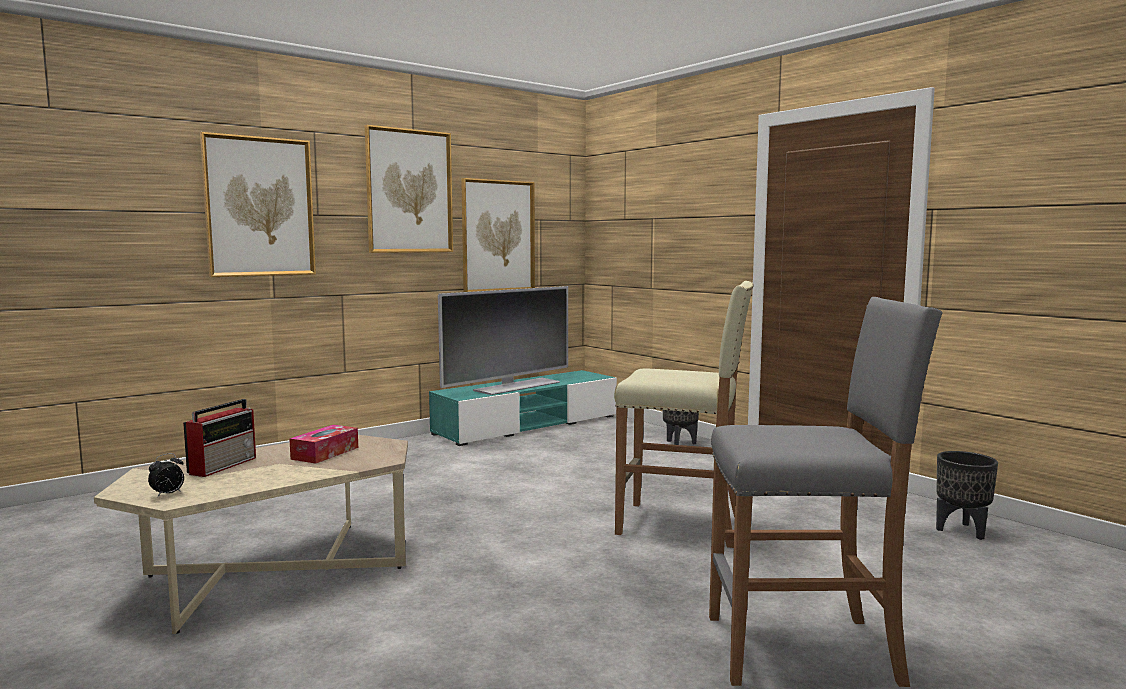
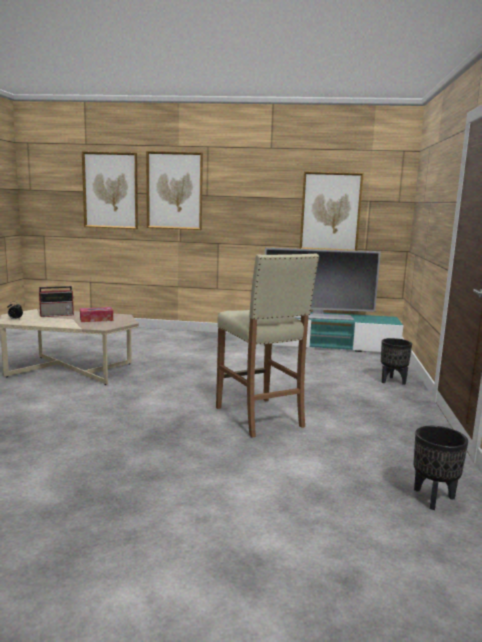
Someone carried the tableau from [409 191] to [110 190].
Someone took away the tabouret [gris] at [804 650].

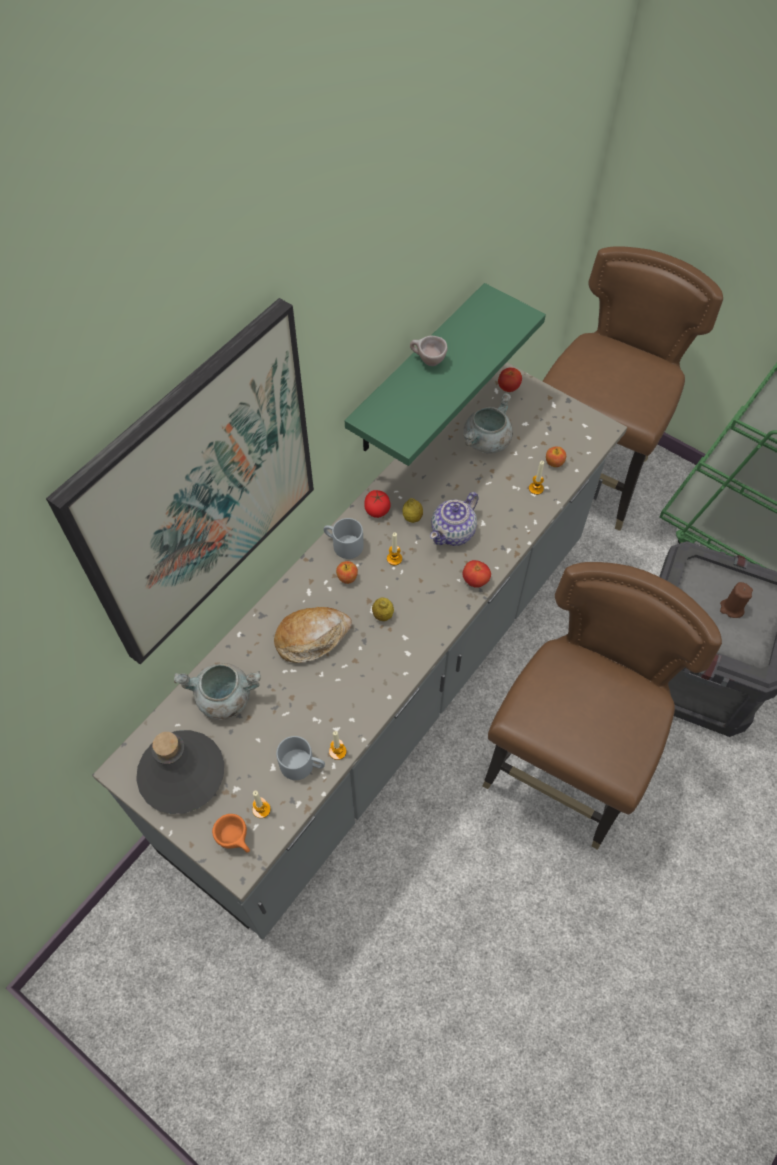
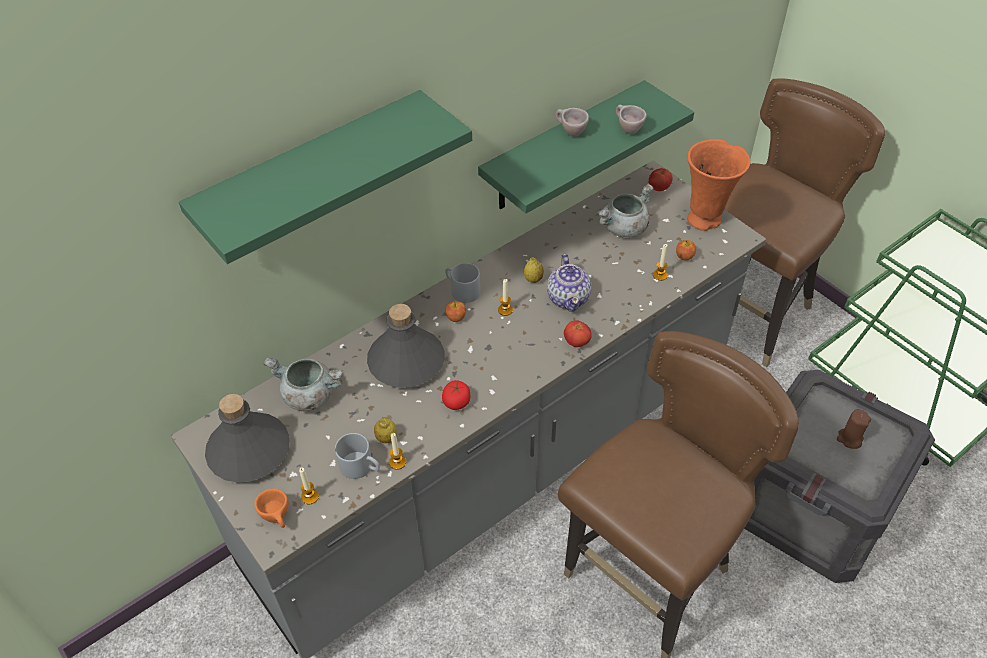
Someone swapped the tableau at [199 489] for the étagère [vert] at [312 175].
Someone swapped the pain at [312 638] for the bouteille [gris] at [407 361].
Someone carried the tomate from [377 509] to [456 401].
Someone carried the citron from [382 615] to [386 438].
Someone rotated the théière at [453 532] by 60 degrees counterclockwise.
Someone put down the tasse [beige] at [627 129].
Someone put down the vase [orange] at [705 220].

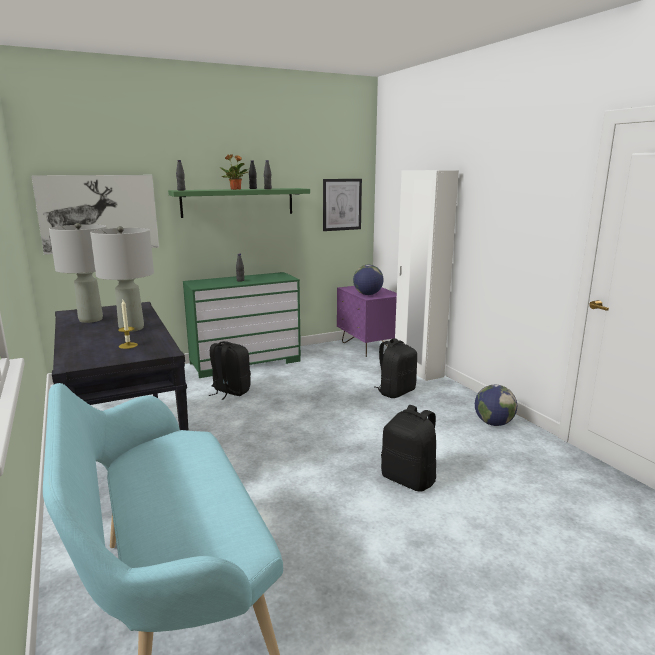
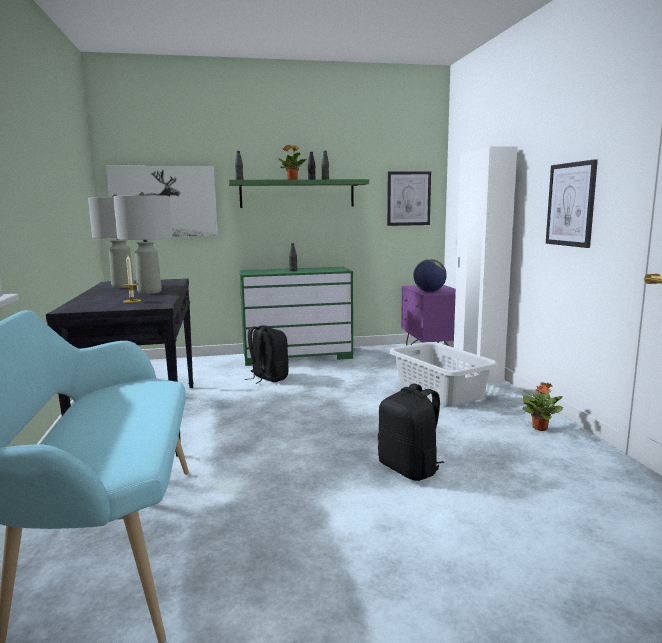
Someone swapped the sac à dos [noir] at [396 392] for the panier à linge [gris] at [440 391].
Someone swapped the globe at [493 423] for the plante en pot at [540 428].
Someone put up the tableau at [571 204].

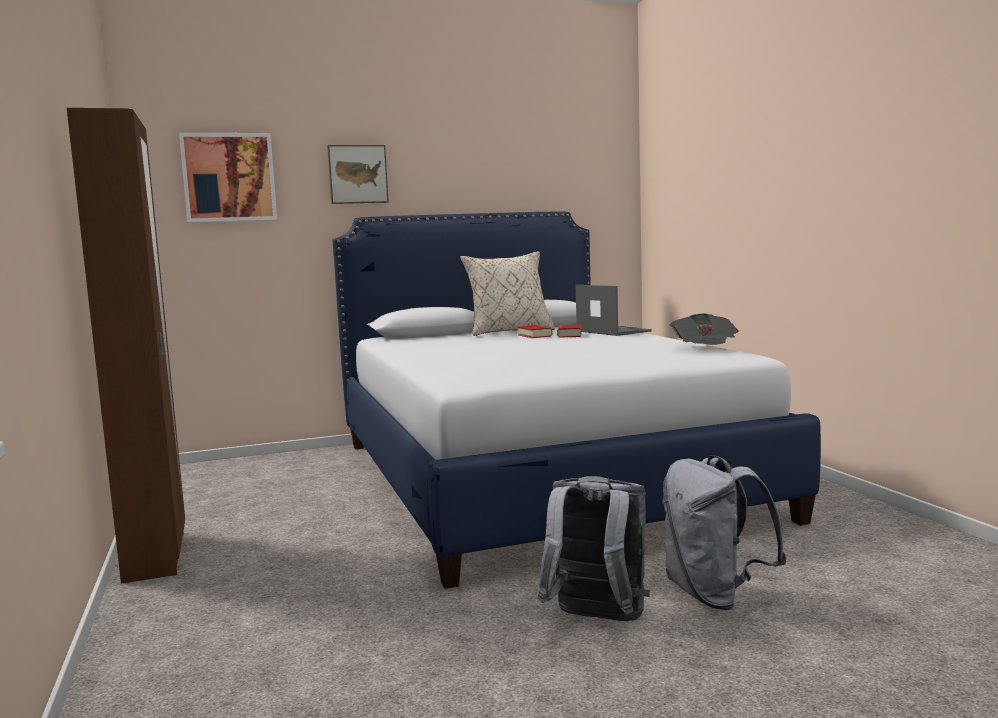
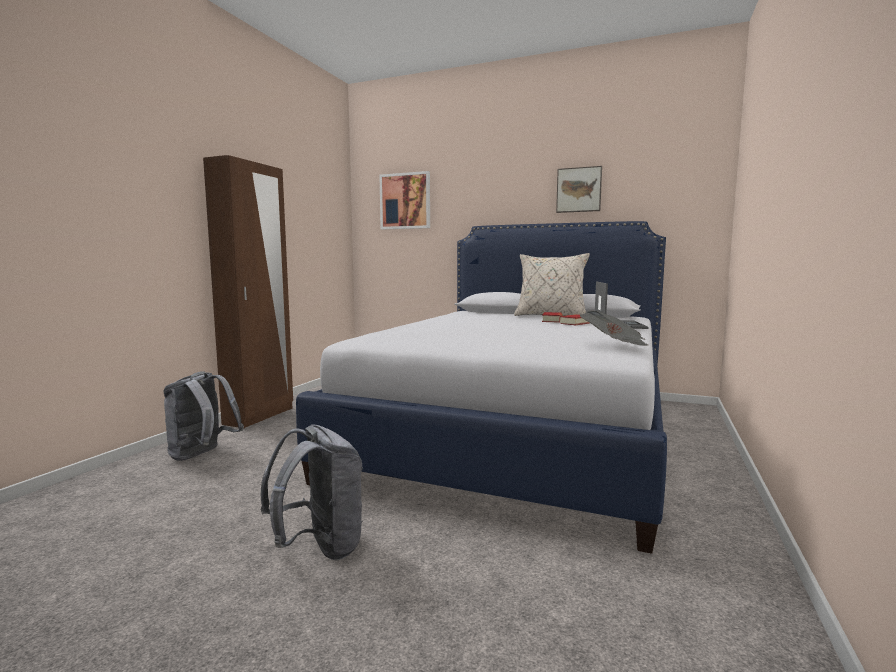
Someone carried the tableau from [357 174] to [579 190].
Someone carried the sac à dos [gris] from [715 595] to [202 455].

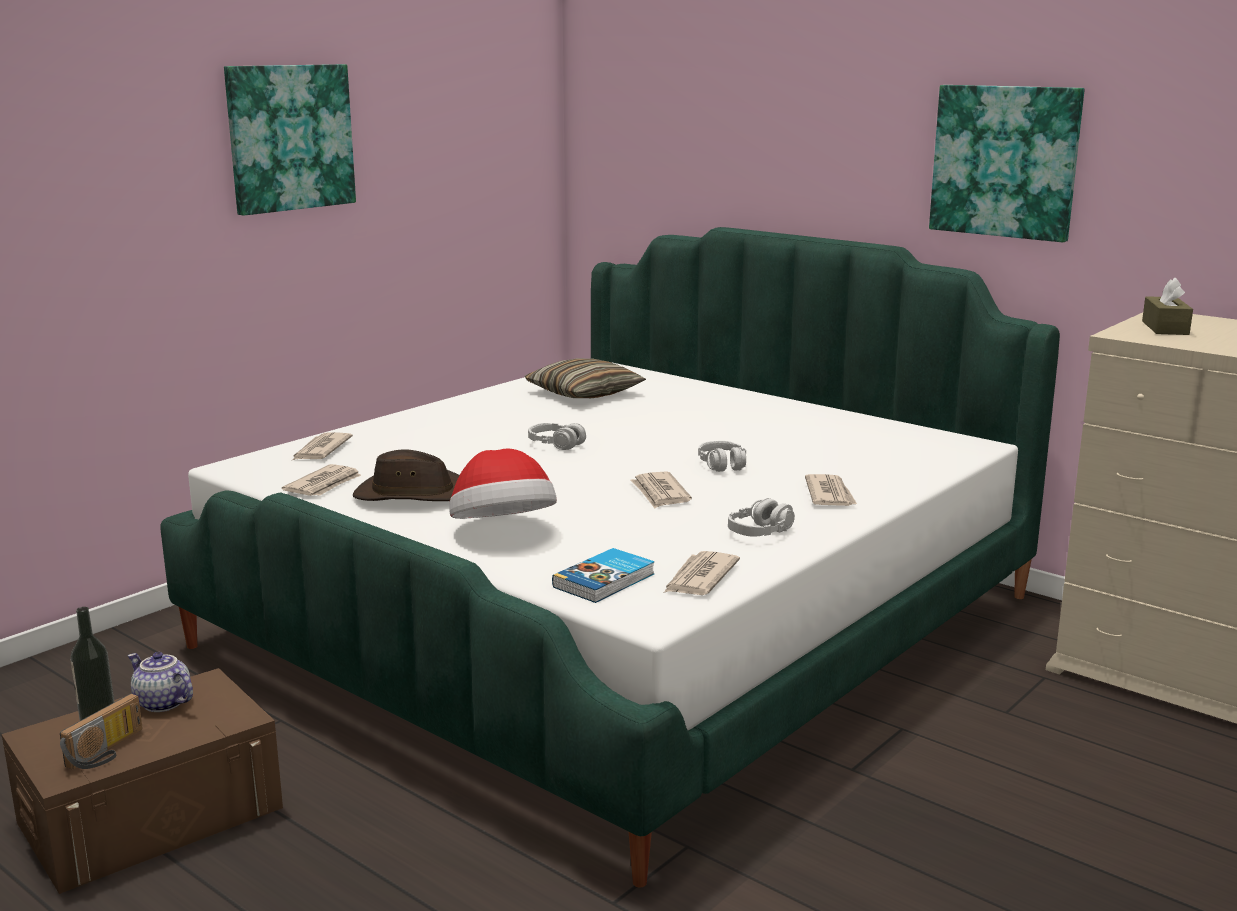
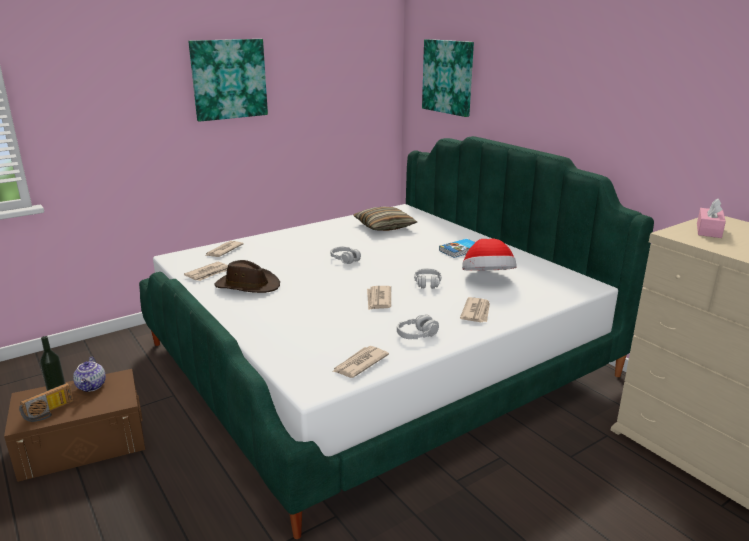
Someone rotated the théière at [161 703] by 150 degrees counterclockwise.
Someone carried the chapeau from [503 531] to [487 278].
Someone carried the livre from [606 580] to [460 250].
Someone carried the tableau from [1005 161] to [448 77].
Someone repainted the boîte à mouchoirs [marron] at [1165 328], which became the boîte à mouchoirs [rose] at [708 230].

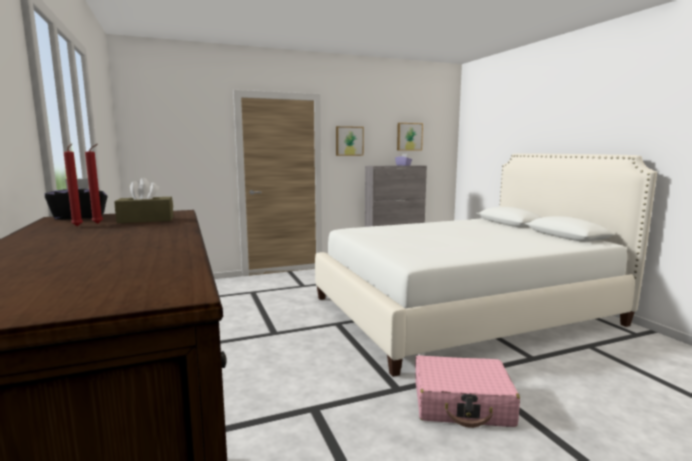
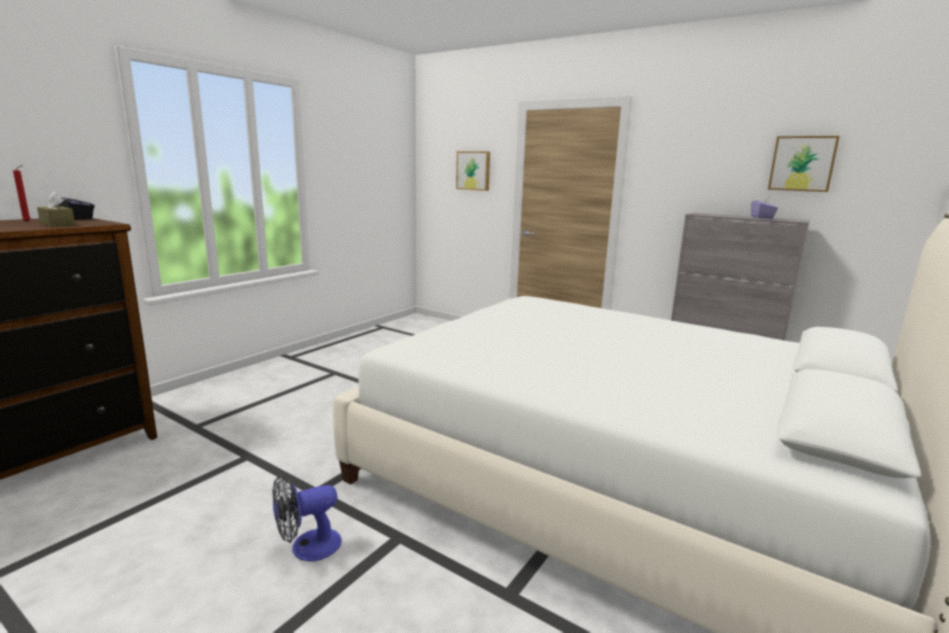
Someone took away the bougie [rouge] at [99 223].
Someone carried the tableau from [349 141] to [474 170].
Someone swapped the valise [rose] at [462 403] for the ventilateur at [307 547].

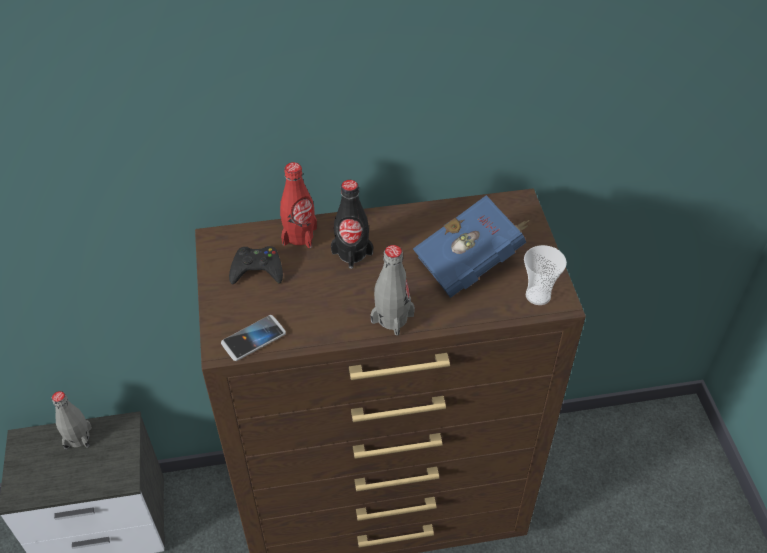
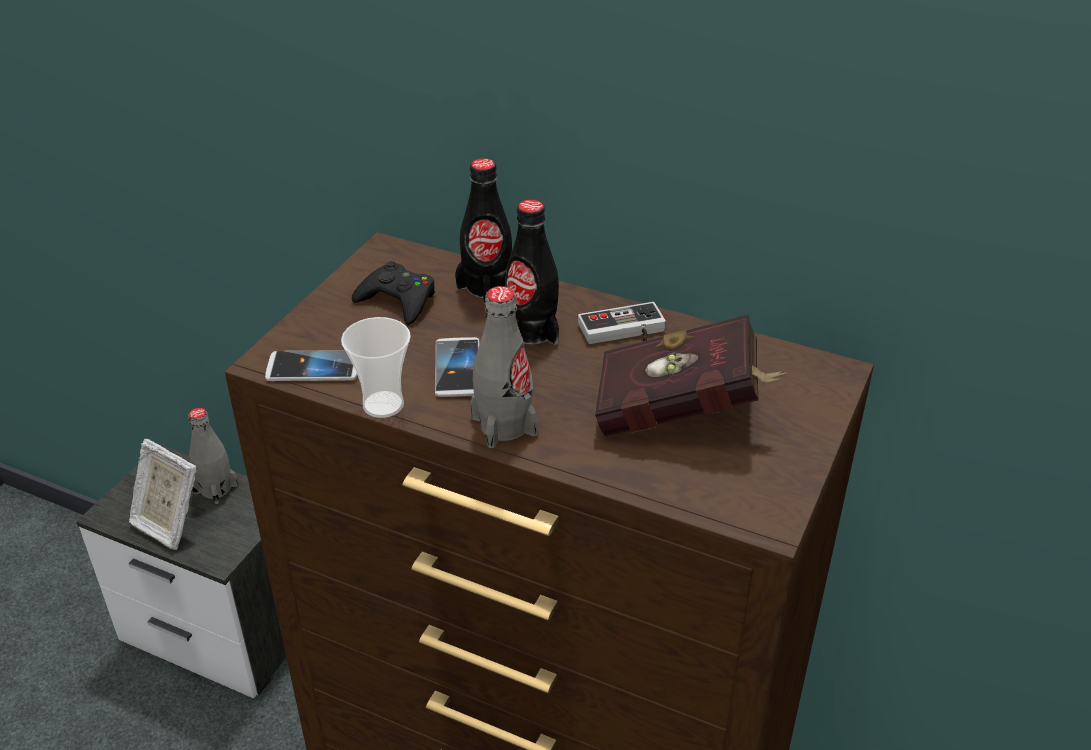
Someone repainted the bouteille [rouge] at [299 235], which became the bouteille [noir] at [487 287].
Someone repainted the livre [bleu] at [471 263], which became the livre [rouge] at [682 413].
Someone carried the tasse from [538 295] to [383 405].
Someone put down the cadre photo at [168 523].
Someone put down the téléphone at [458 369].
Someone put down the manette at [624 332].

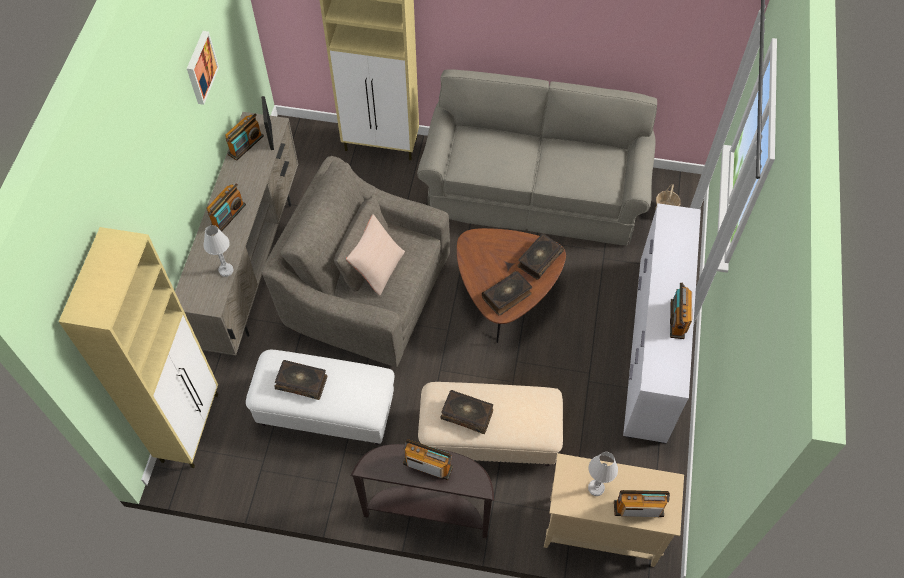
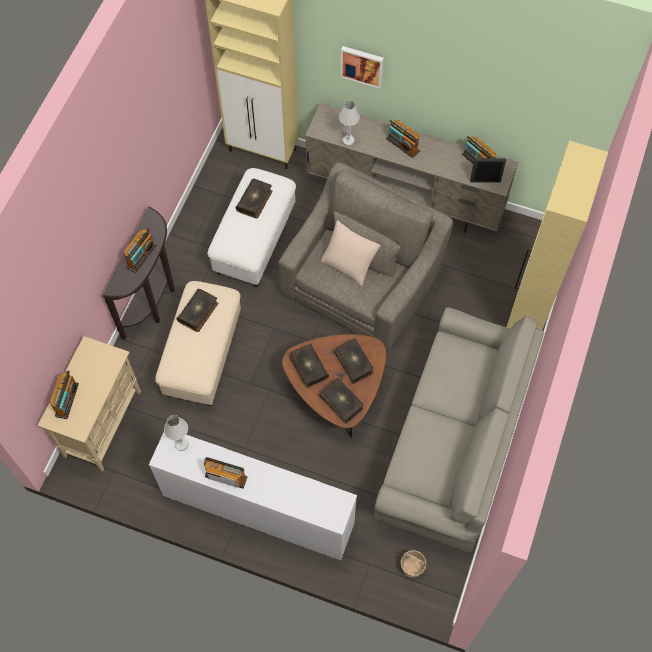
Someone carried the tableau from [200 67] to [362 65].
Someone carried the lampe de table [blanc] from [596 488] to [181 444].
Someone put down the livre at [354 363].

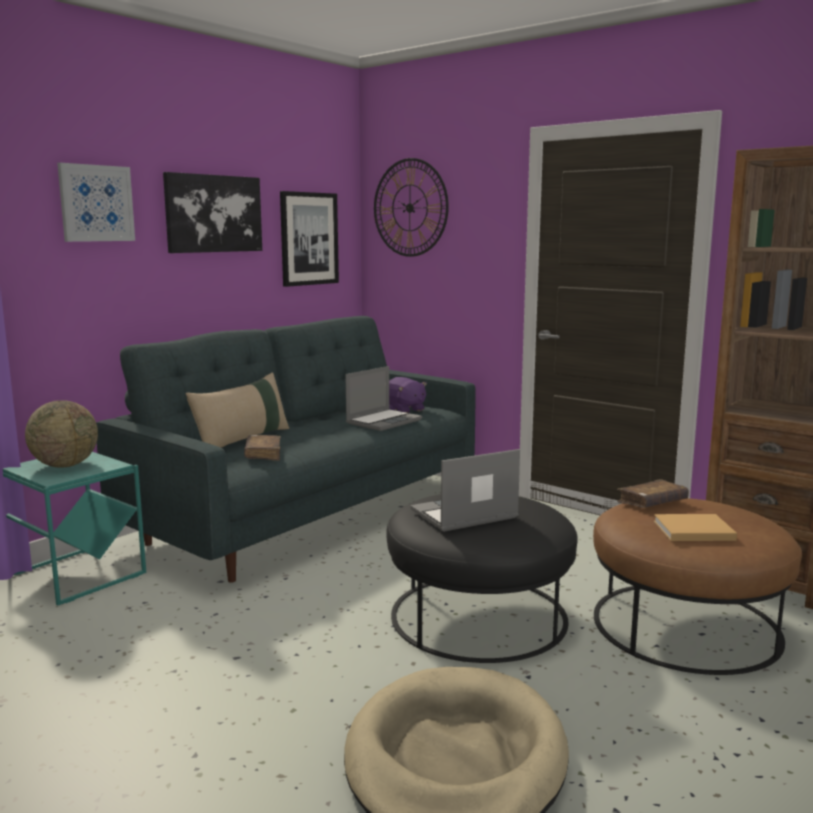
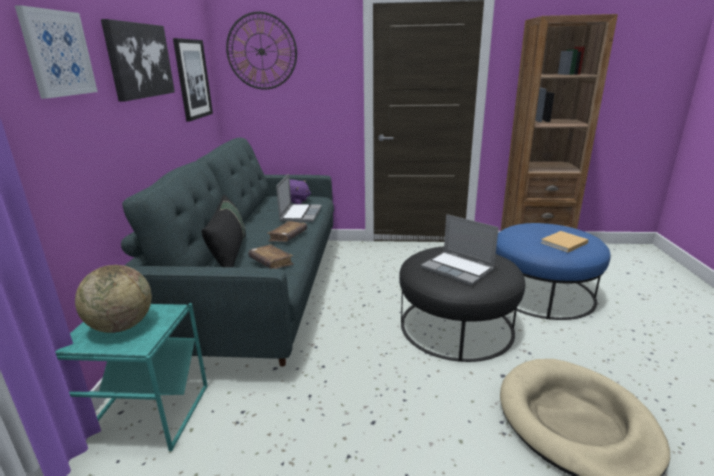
Someone repainted the coussin [beige] at [242 440], which became the coussin [noir] at [230 254].
Someone rotated the ordinateur portable at [463 515] by 75 degrees counterclockwise.
Someone repainted the pouf [marron] at [686 625], which became the pouf [bleu] at [542 292].
Someone carried the livre [marron] from [652 503] to [288 236].

